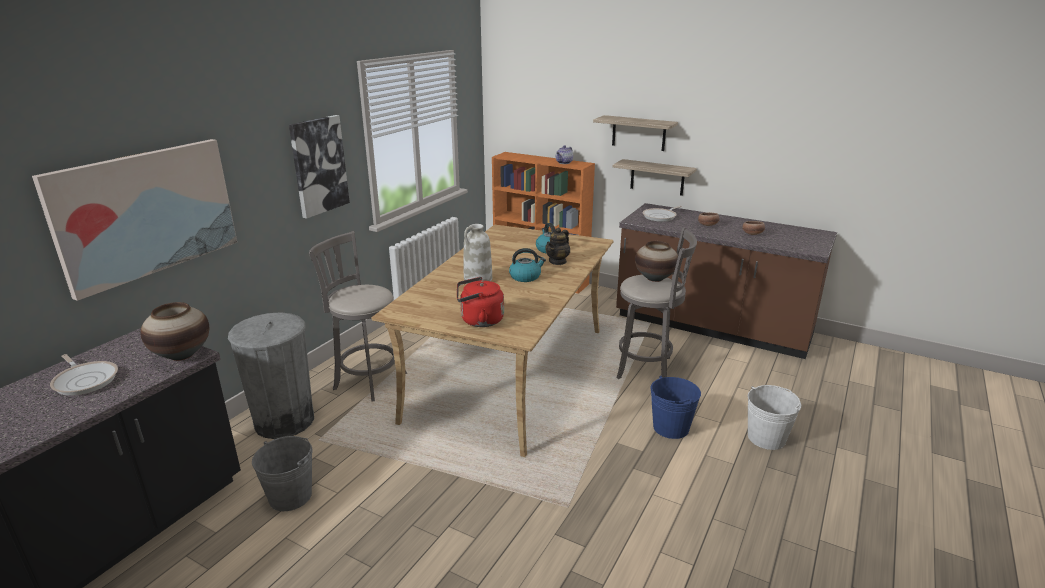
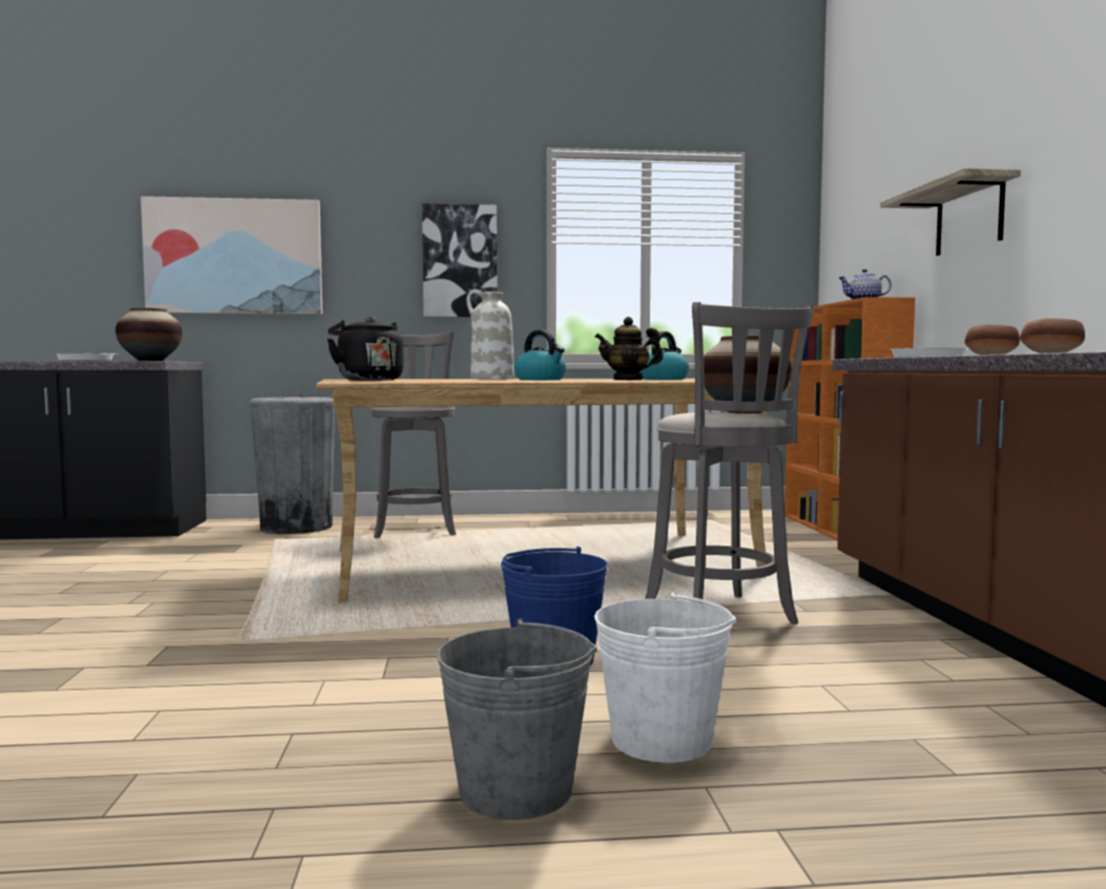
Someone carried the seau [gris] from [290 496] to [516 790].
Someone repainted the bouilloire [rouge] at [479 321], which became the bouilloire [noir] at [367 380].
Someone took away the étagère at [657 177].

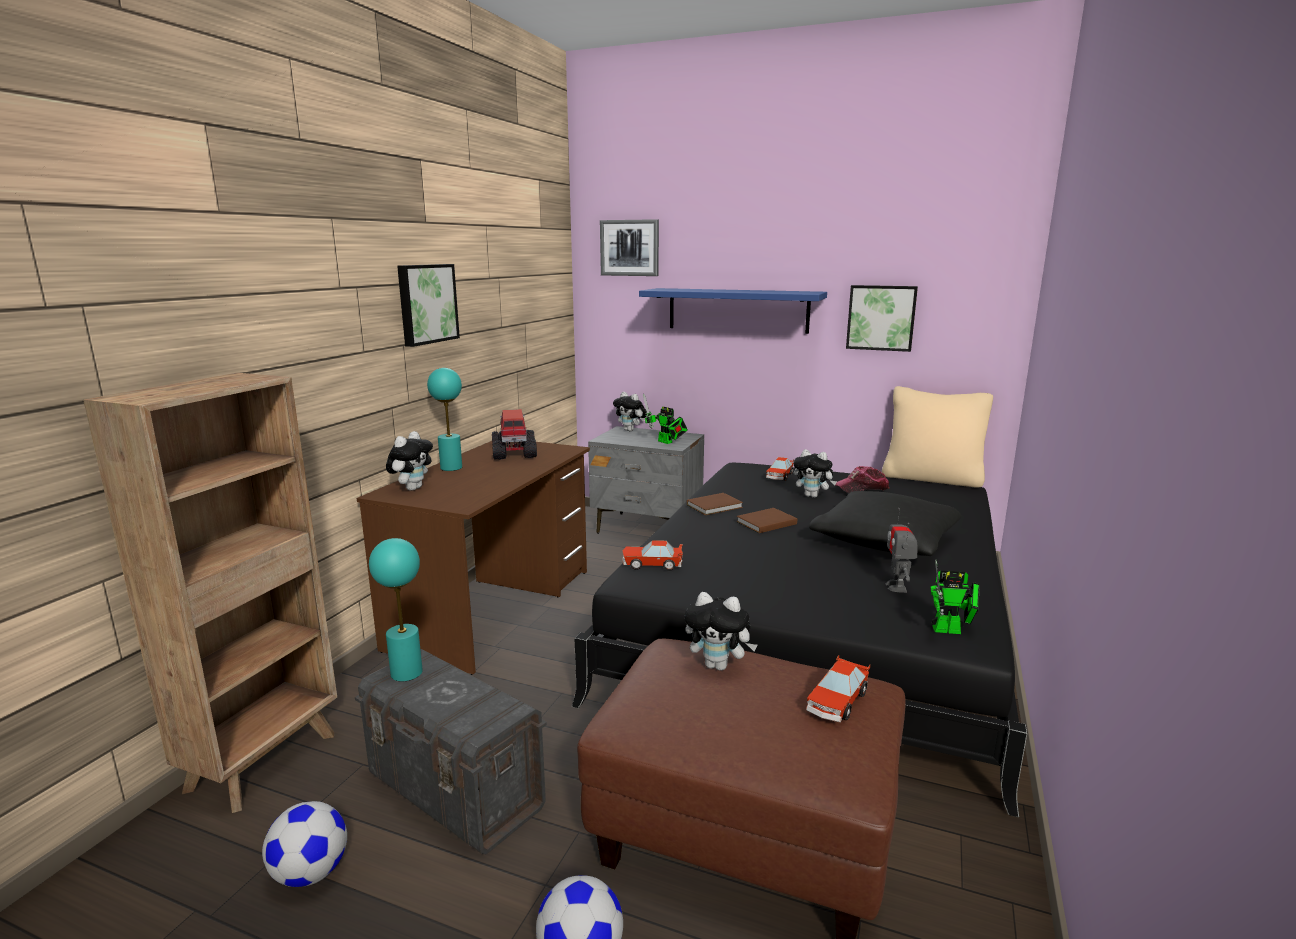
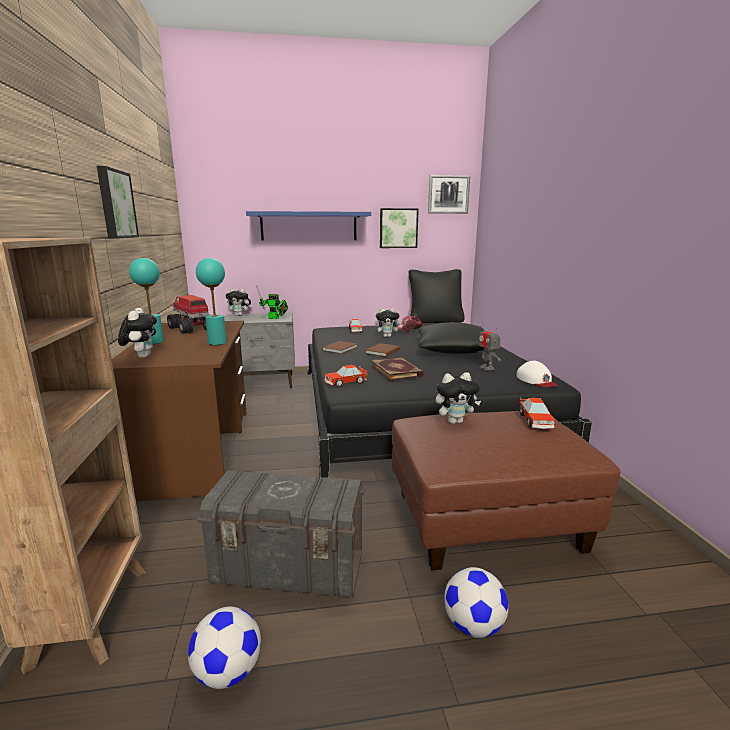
Someone carried the lampe de table [turquoise] from [406 673] to [217 343].
Someone carried the tableau from [629 248] to [448 194].
Someone repainted the coussin [beige] at [932 478], which became the coussin [noir] at [435 321].
Someone swapped the robot jouet at [951 630] for the casquette [blanc] at [536 380].
Someone put down the livre at [397 371].

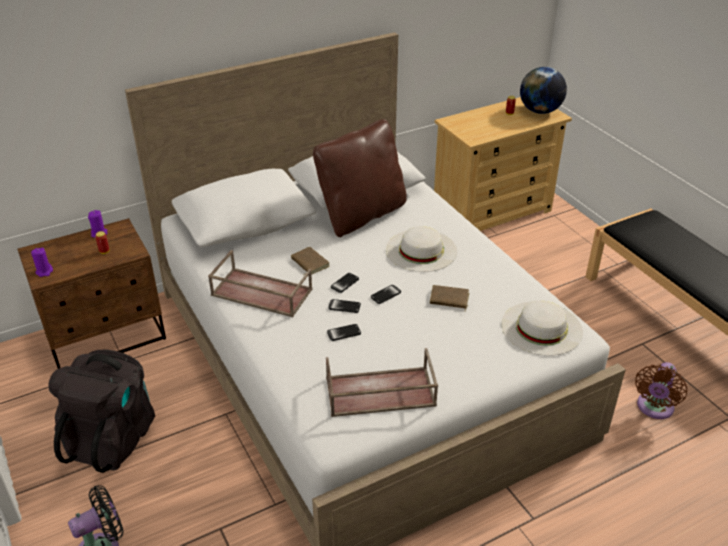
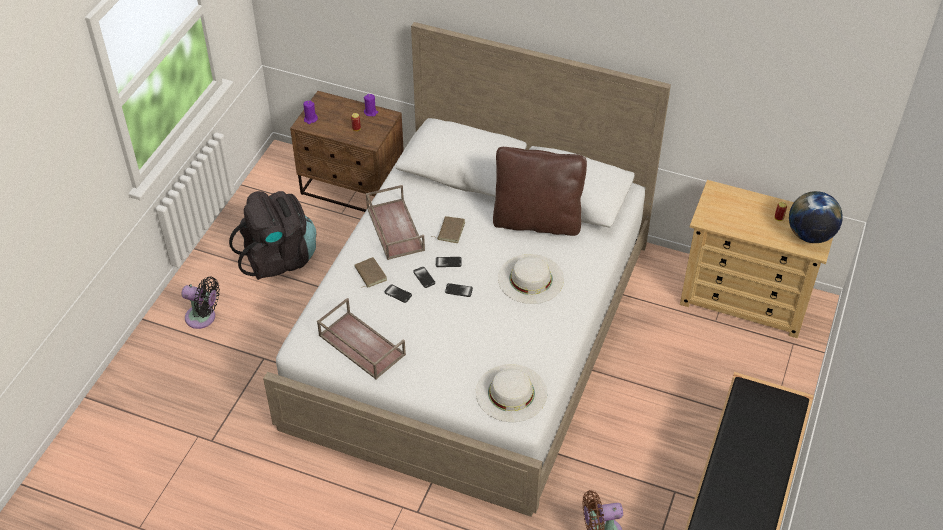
Someone carried the livre [marron] from [449 299] to [369 274].

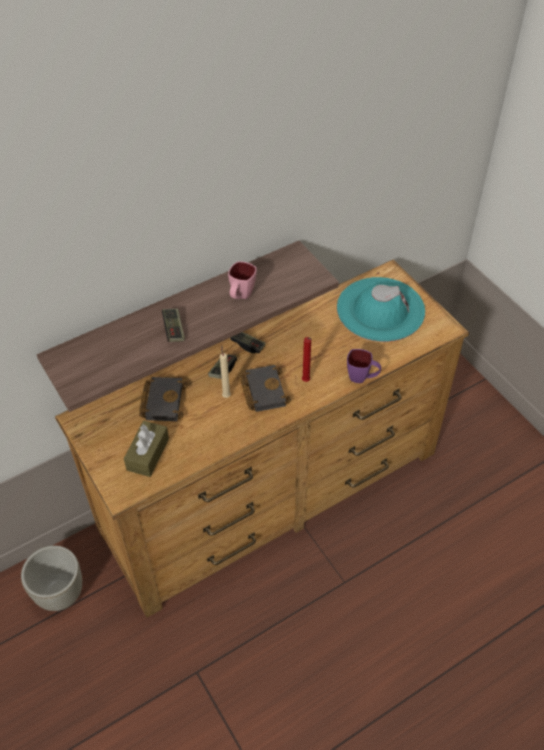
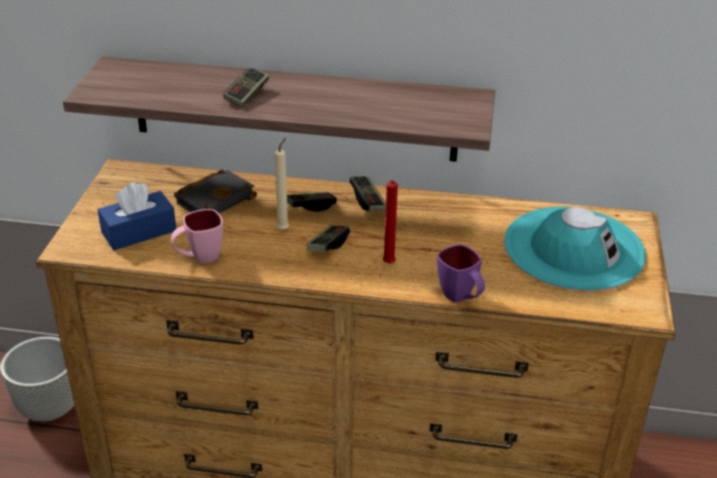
Someone repainted the boîte à mouchoirs [marron] at [148 454], which became the boîte à mouchoirs [bleu] at [139 232].
Someone carried the mug [rose] from [241 296] to [199 258].
Someone swapped the livre [noir] at [262 390] for the manette at [328 246].

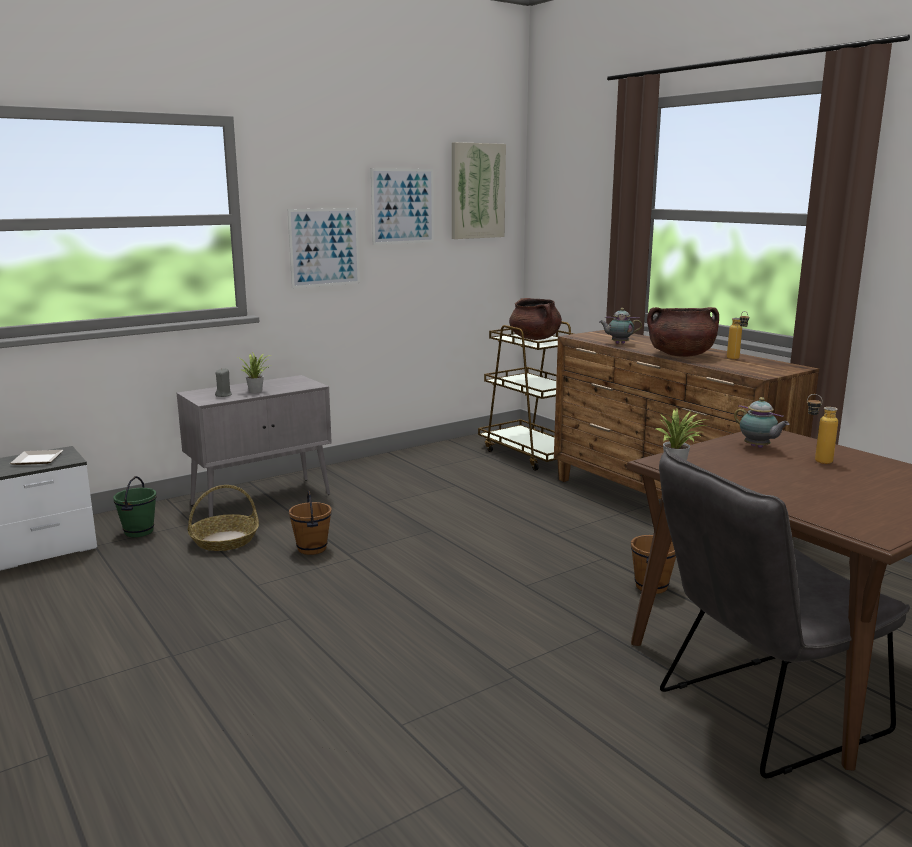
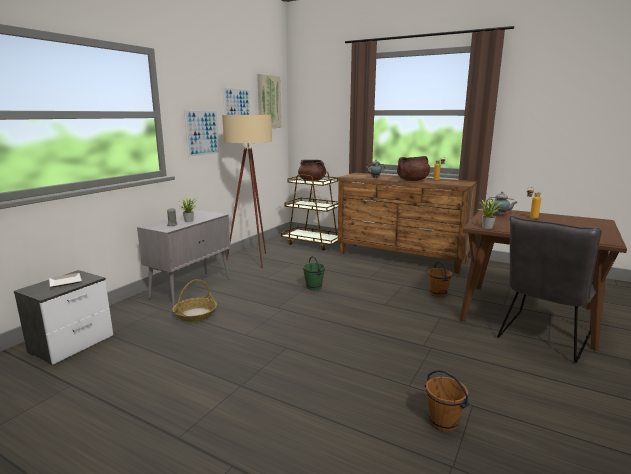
Someone carried the seau [vert] from [139 532] to [314 287].
Someone carried the seau [marron] from [312 549] to [443 422].
Someone put down the lampadaire [beige] at [253 262].

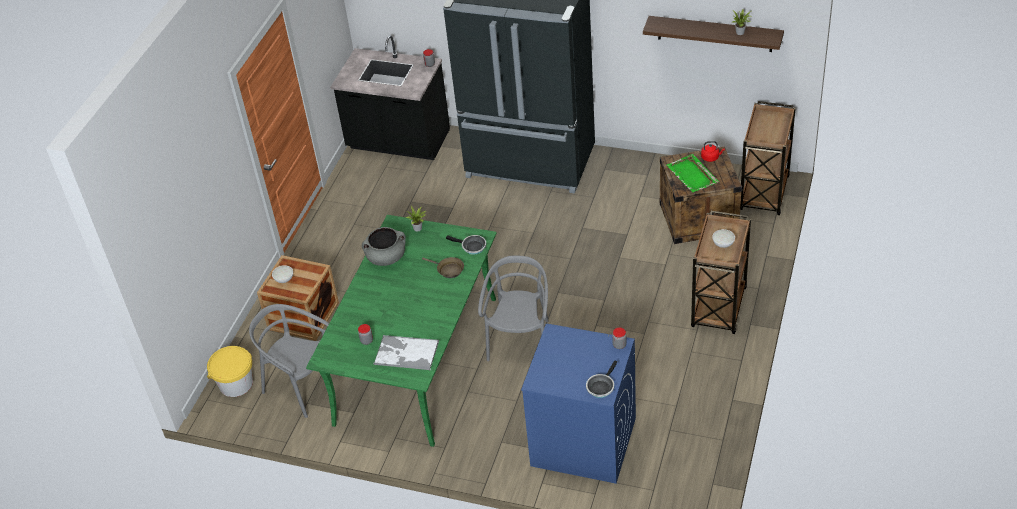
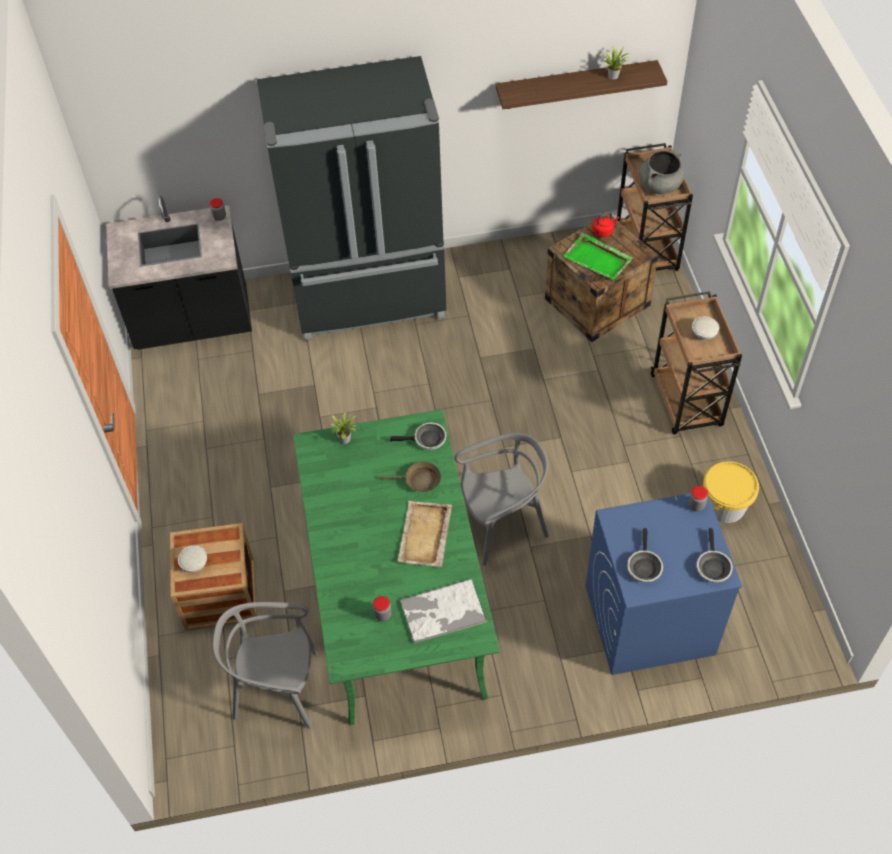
Someone carried the seau [jaune] from [236 384] to [724 505].
Someone carried the marmite [gris] from [386 257] to [660 185].
Someone rotated the chaise [gris] at [520 341] by 90 degrees clockwise.
Someone put down the plateau [beige] at [424 535].
Someone put down the poêle at [644 566].

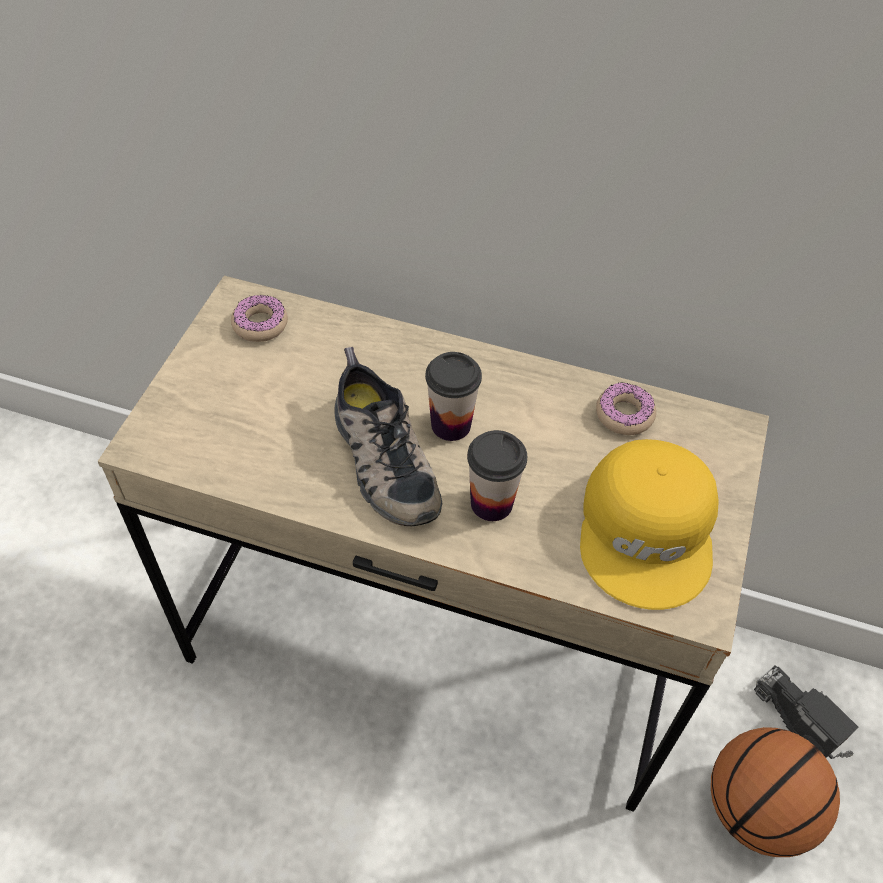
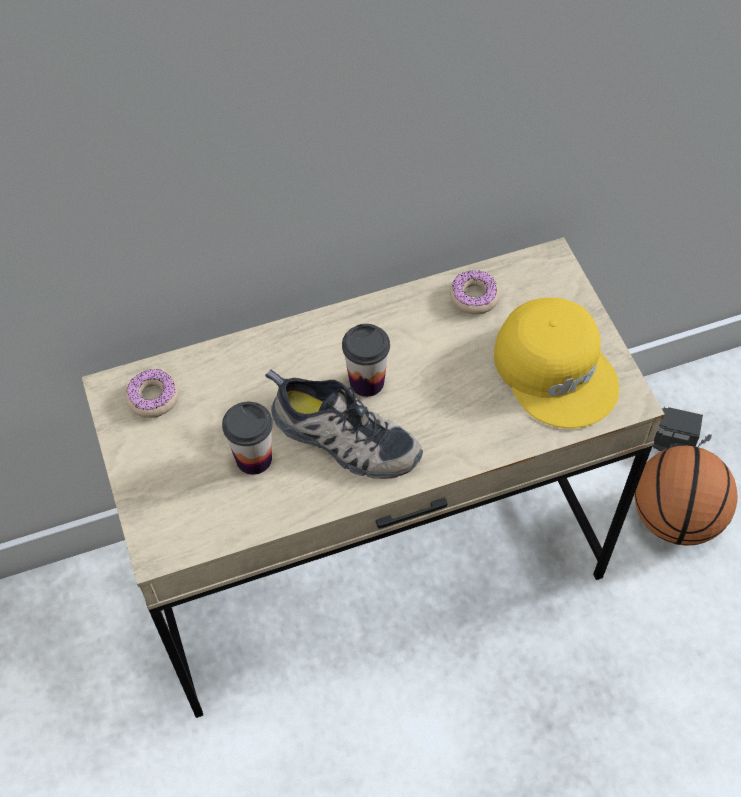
Someone carried the tasse from [491 503] to [254 458].

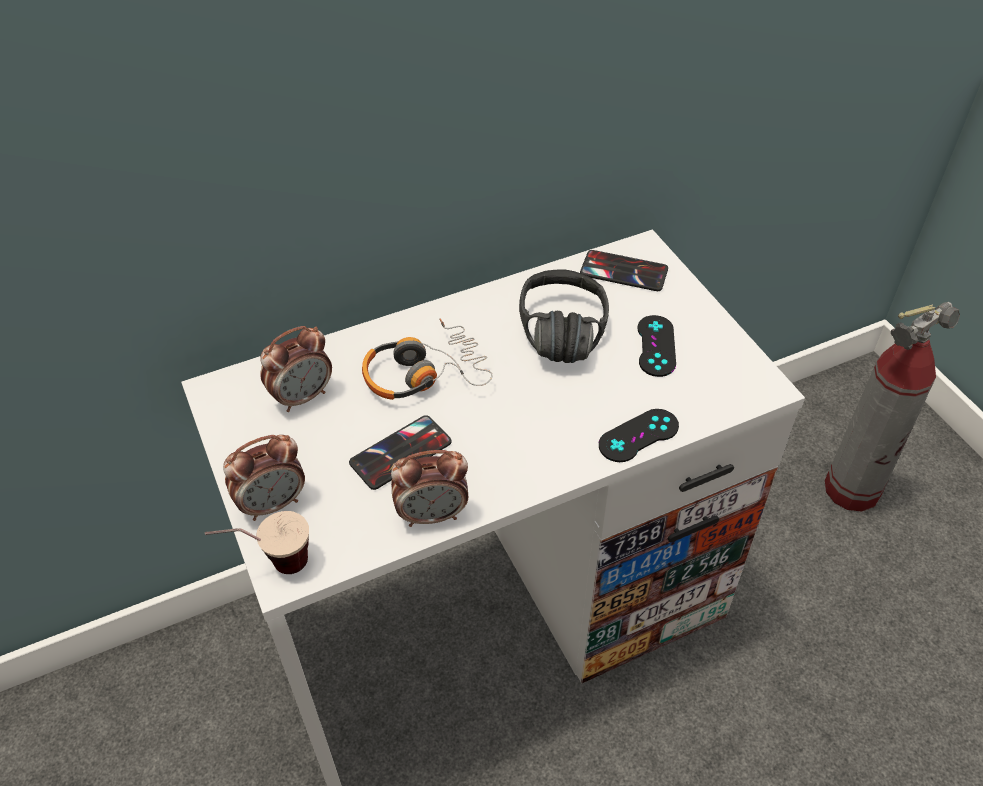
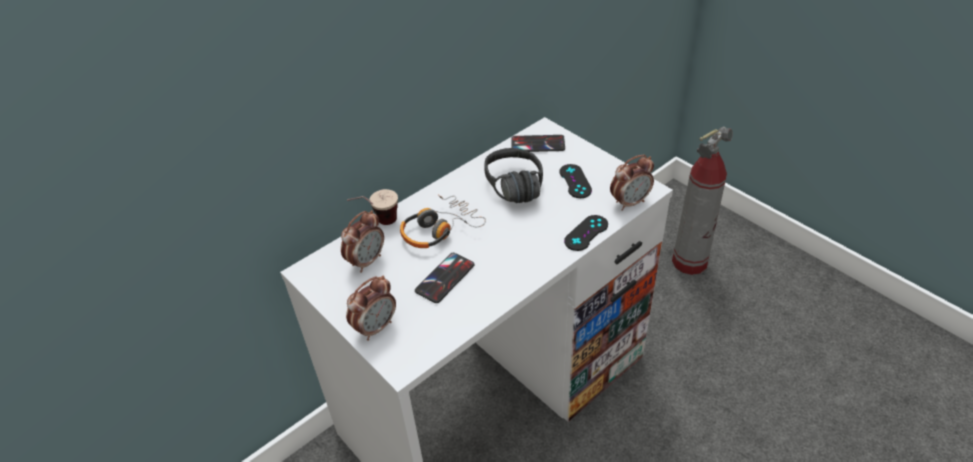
Someone carried the tasse from [270 566] to [377 224].
Someone carried the réveil from [432 514] to [630 202].

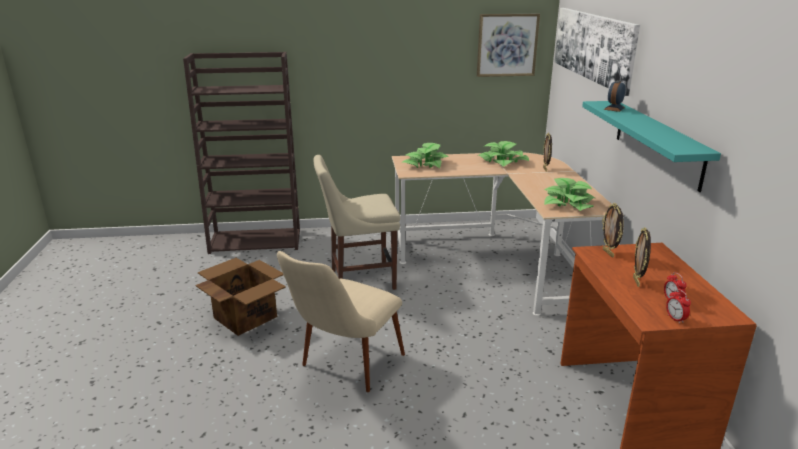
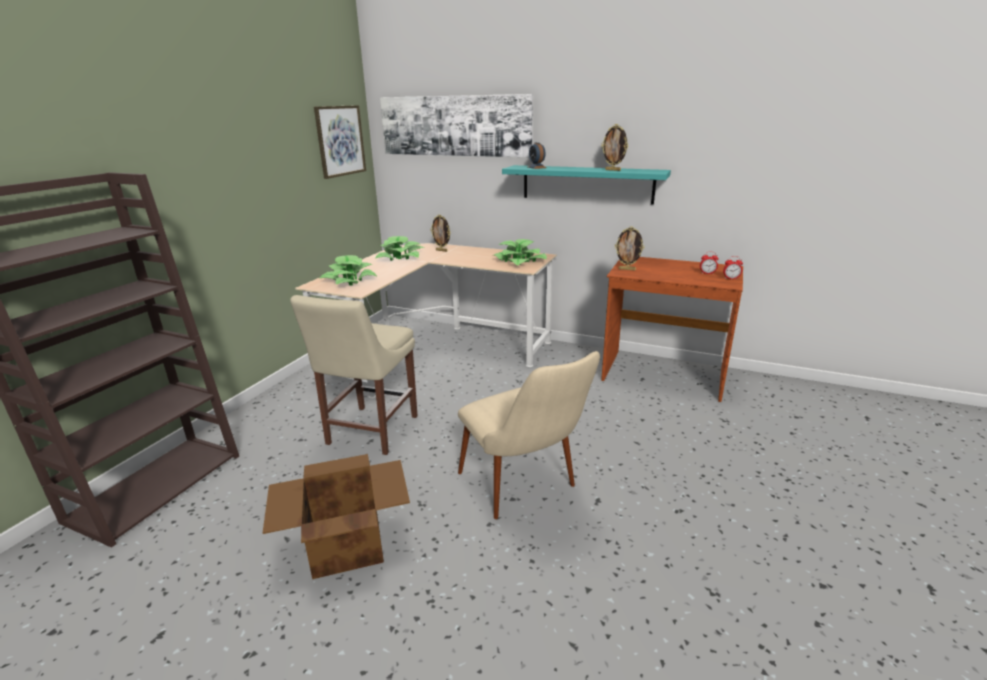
Someone carried the cadre photo from [637 282] to [613 170].

